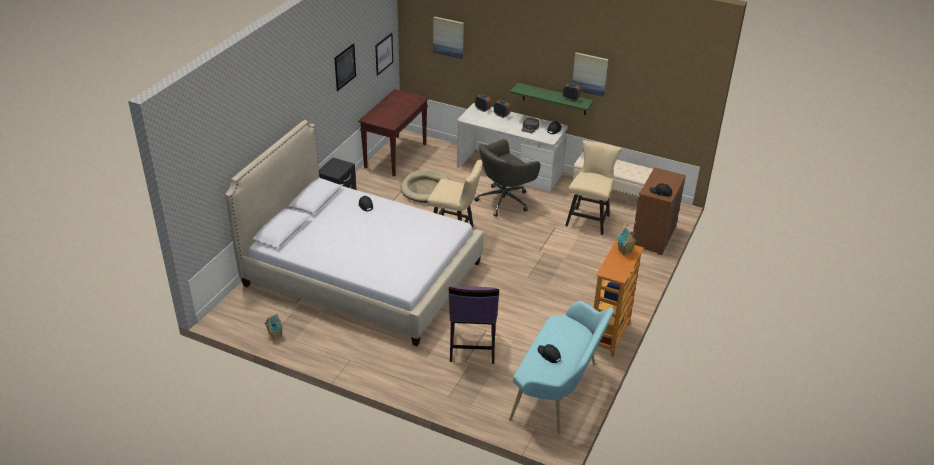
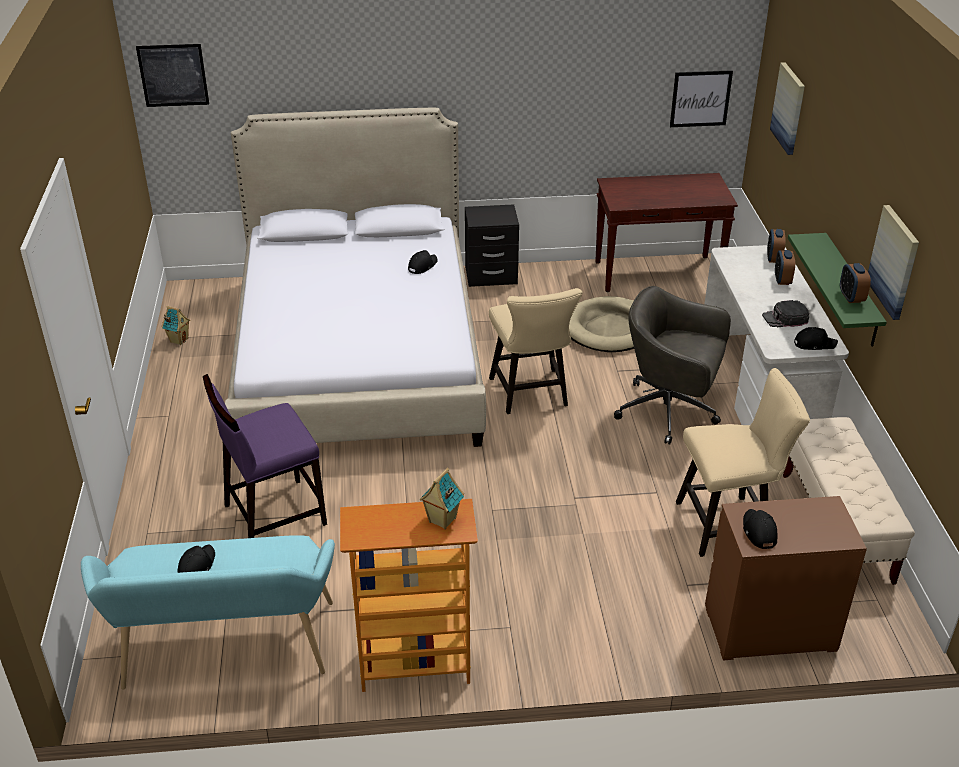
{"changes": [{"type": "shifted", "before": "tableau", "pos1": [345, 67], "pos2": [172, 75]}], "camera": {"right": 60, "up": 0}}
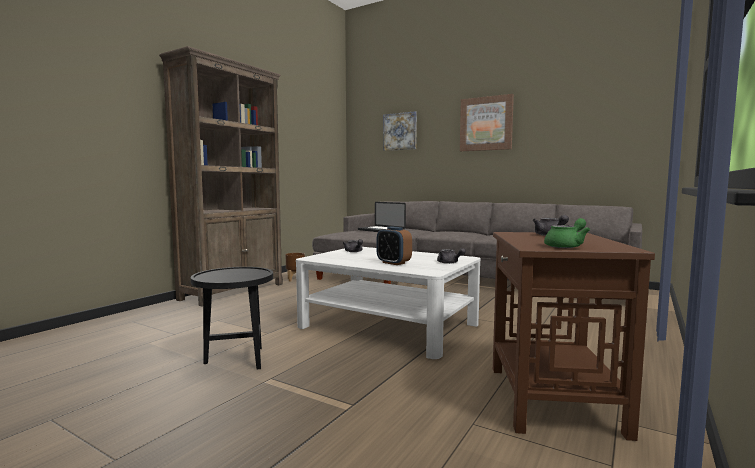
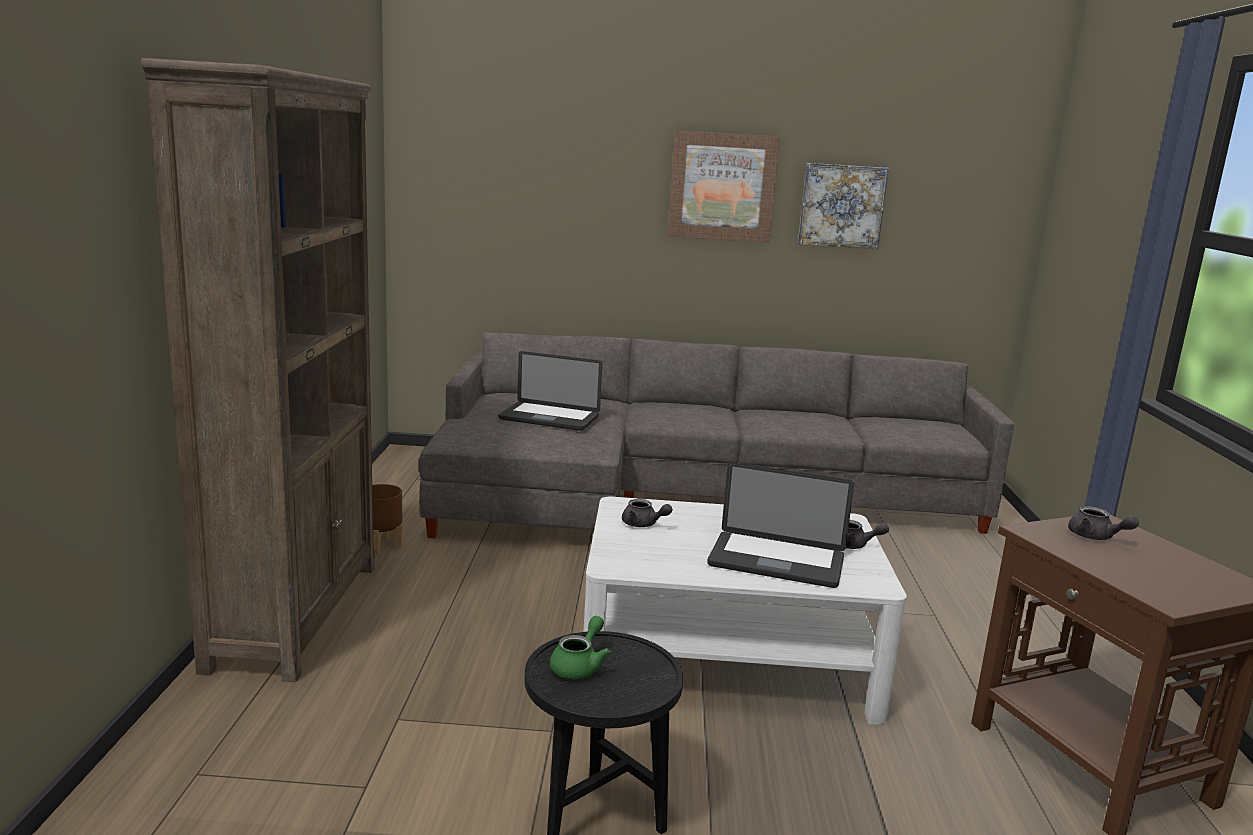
{"changes": [{"type": "shifted", "before": "théière (vert)", "pos1": [567, 233], "pos2": [580, 647]}, {"type": "swapped", "before": "réveil", "after": "ordinateur portable", "pos1": [394, 246], "pos2": [780, 525]}, {"type": "shifted", "before": "tableau", "pos1": [400, 131], "pos2": [843, 206]}], "camera": {"right": -30, "up": 10}}
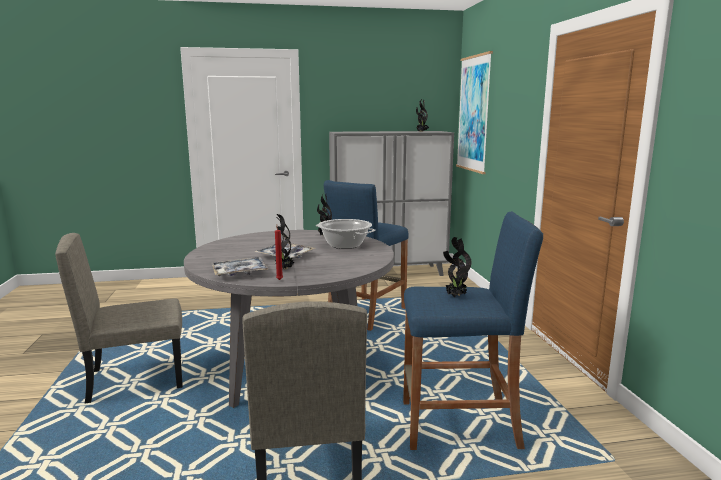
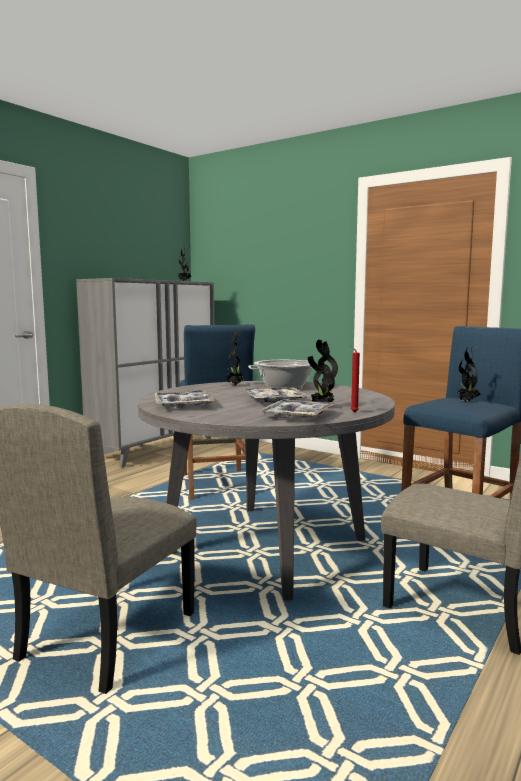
{"changes": [{"type": "new", "after": "plateau", "pos2": [185, 399]}, {"type": "gone", "before": "tableau", "pos1": [474, 112]}], "camera": {"right": -45, "up": -5}}
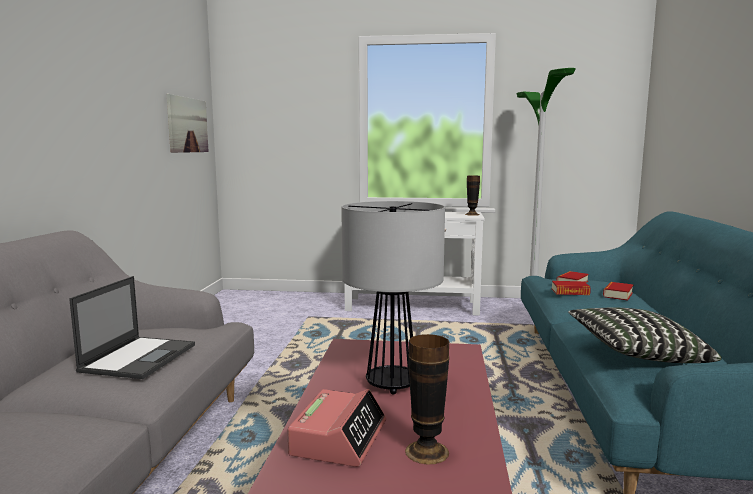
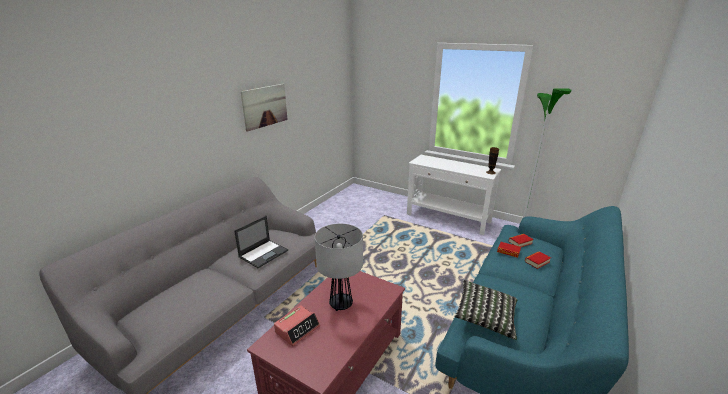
{"changes": [{"type": "shifted", "before": "tableau", "pos1": [188, 123], "pos2": [264, 108]}, {"type": "gone", "before": "vase", "pos1": [427, 399]}], "camera": {"right": 25, "up": 15}}
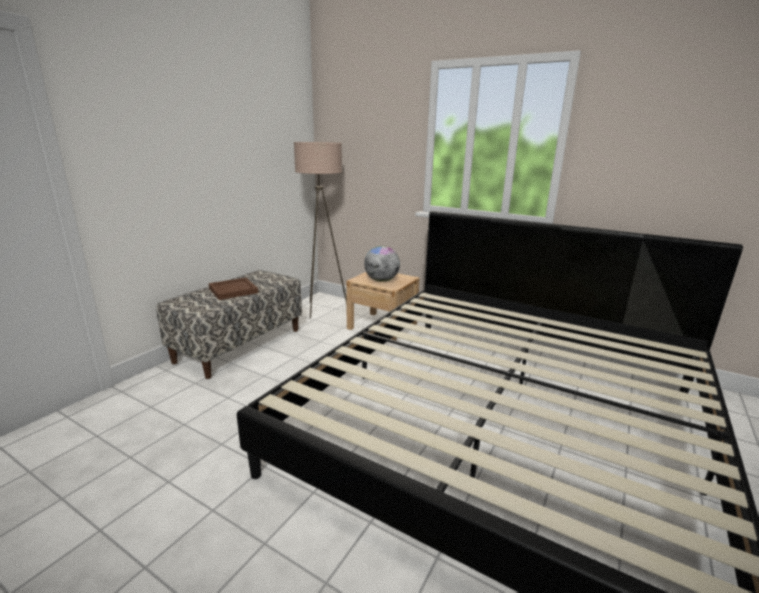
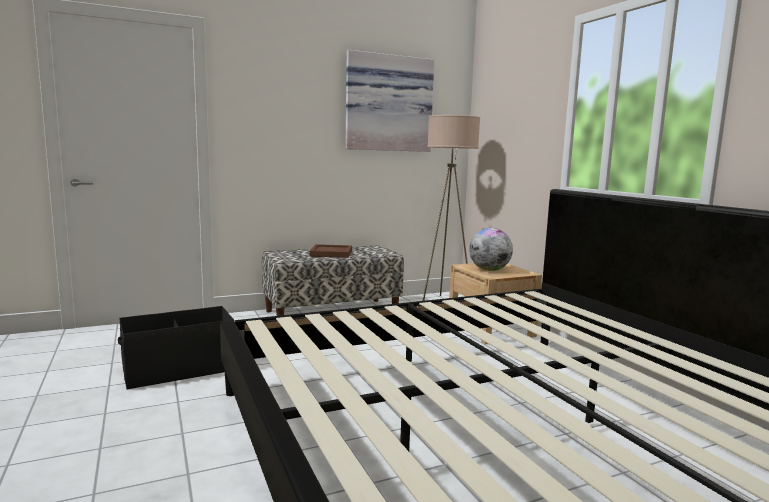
{"changes": [{"type": "new", "after": "boîte de rangement (noir)", "pos2": [176, 348]}, {"type": "new", "after": "tableau", "pos2": [389, 101]}], "camera": {"right": 35, "up": -10}}
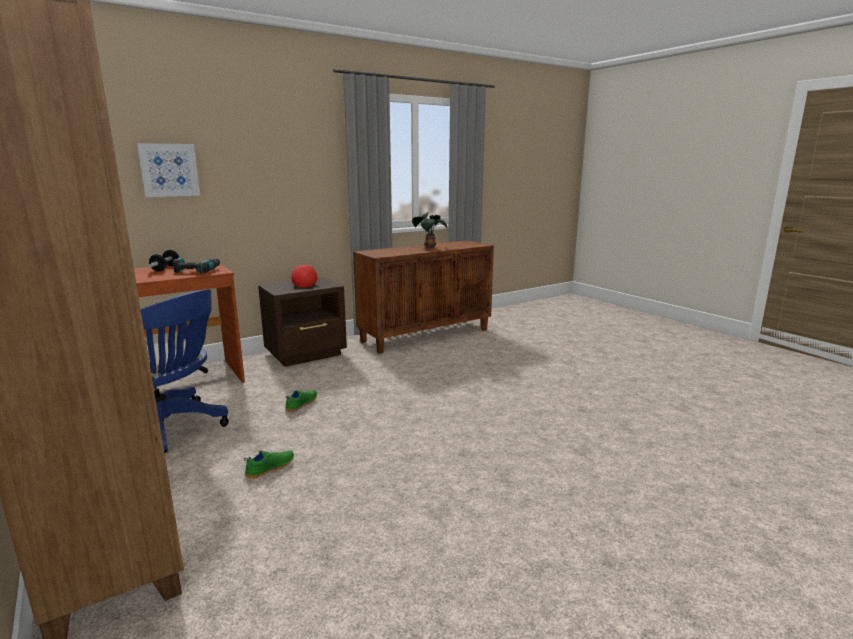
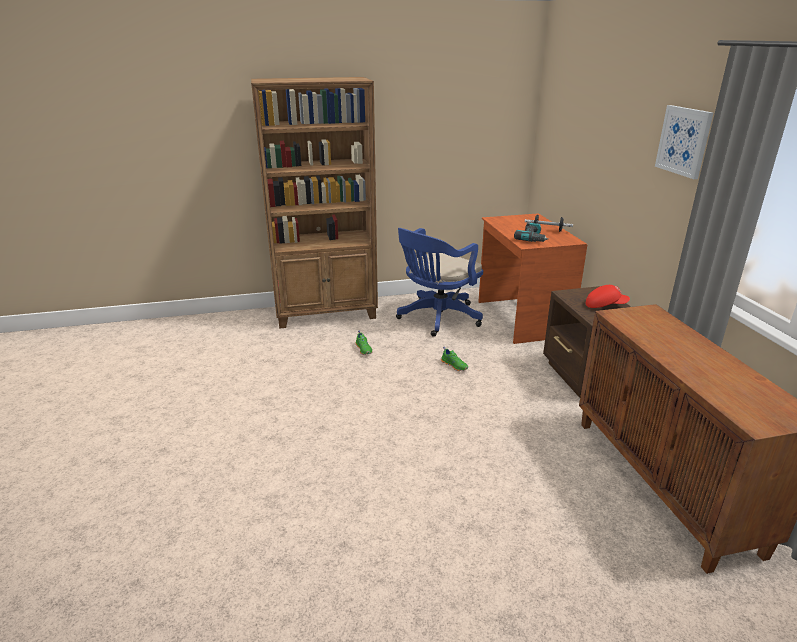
{"changes": [{"type": "shifted", "before": "tableau", "pos1": [168, 170], "pos2": [684, 142]}, {"type": "gone", "before": "plante en pot", "pos1": [429, 230]}], "camera": {"right": 110, "up": 10}}
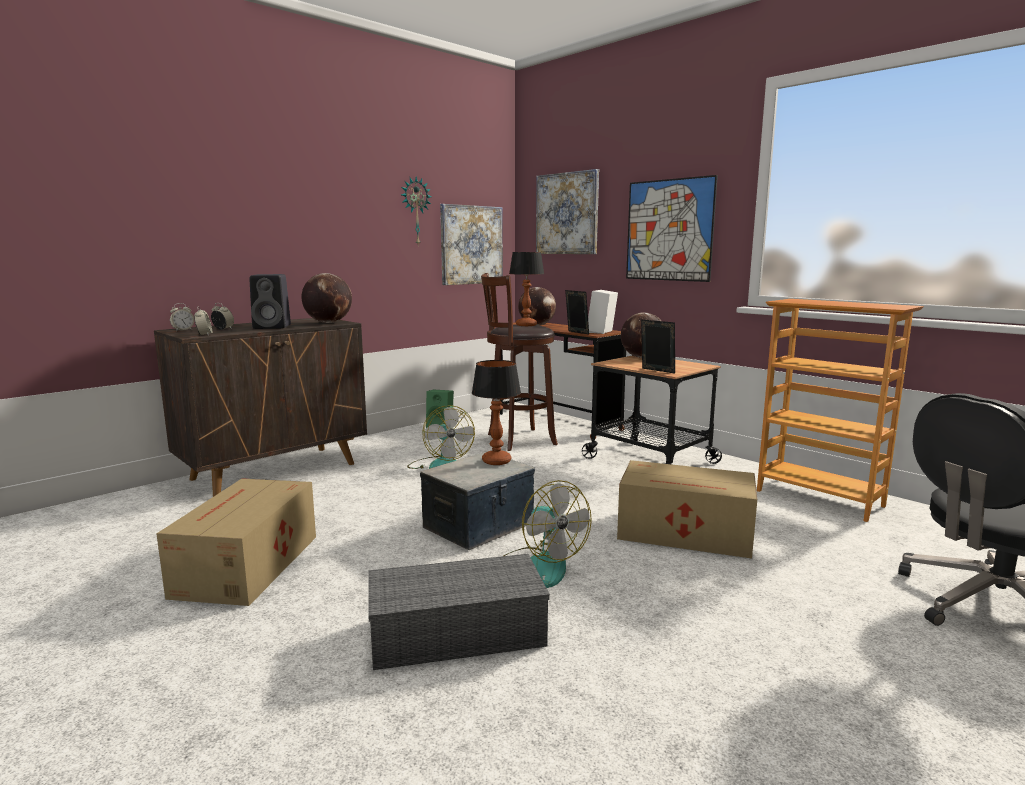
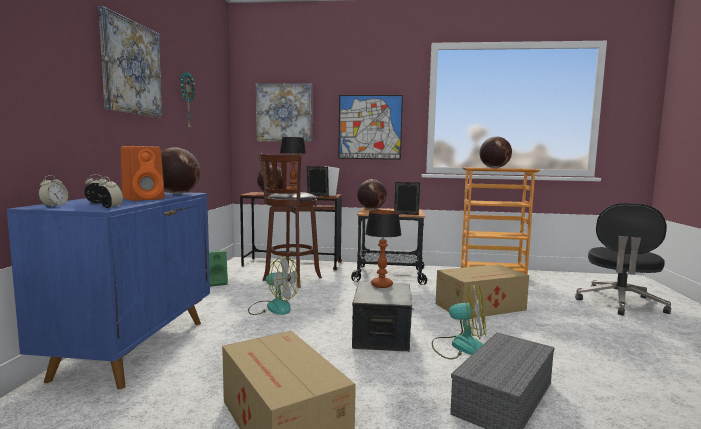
{"changes": [{"type": "repainted", "before": "meuble de rangement (marron)", "after": "meuble de rangement (bleu)", "pos1": [260, 407], "pos2": [108, 290]}, {"type": "shifted", "before": "tableau", "pos1": [471, 244], "pos2": [130, 61]}, {"type": "repainted", "before": "enceinte (noir)", "after": "enceinte (orange)", "pos1": [270, 301], "pos2": [143, 173]}, {"type": "new", "after": "globe", "pos2": [496, 152]}], "camera": {"right": -40, "up": -5}}
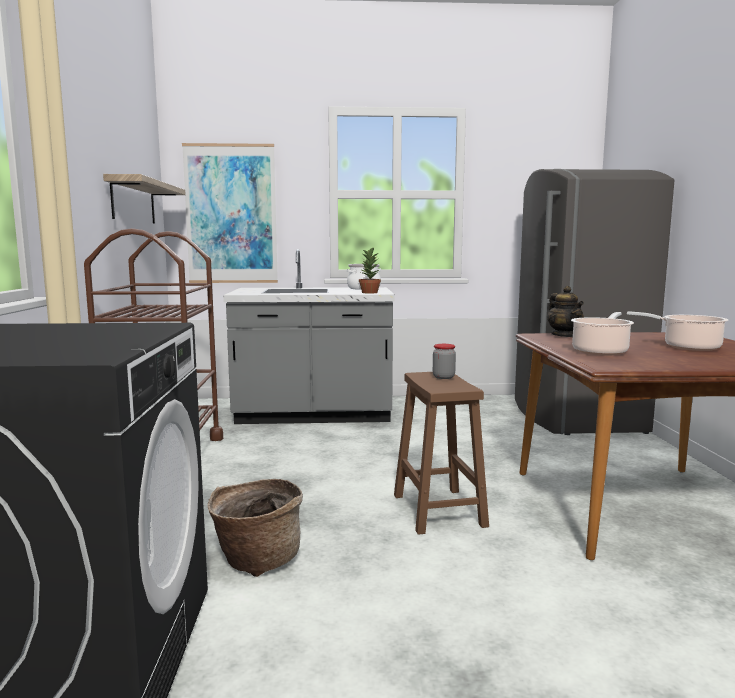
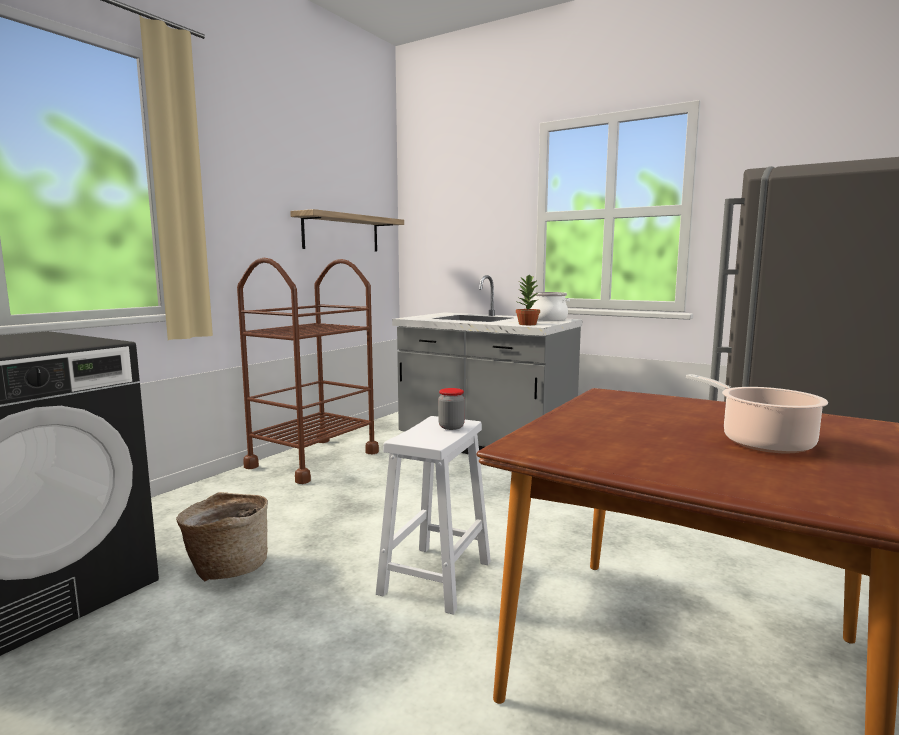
{"changes": [{"type": "repainted", "before": "tabouret (marron)", "after": "tabouret (blanc)", "pos1": [441, 453], "pos2": [433, 515]}, {"type": "gone", "before": "tableau", "pos1": [230, 213]}, {"type": "gone", "before": "théière", "pos1": [565, 311]}, {"type": "gone", "before": "marmite", "pos1": [602, 334]}], "camera": {"right": 35, "up": 0}}
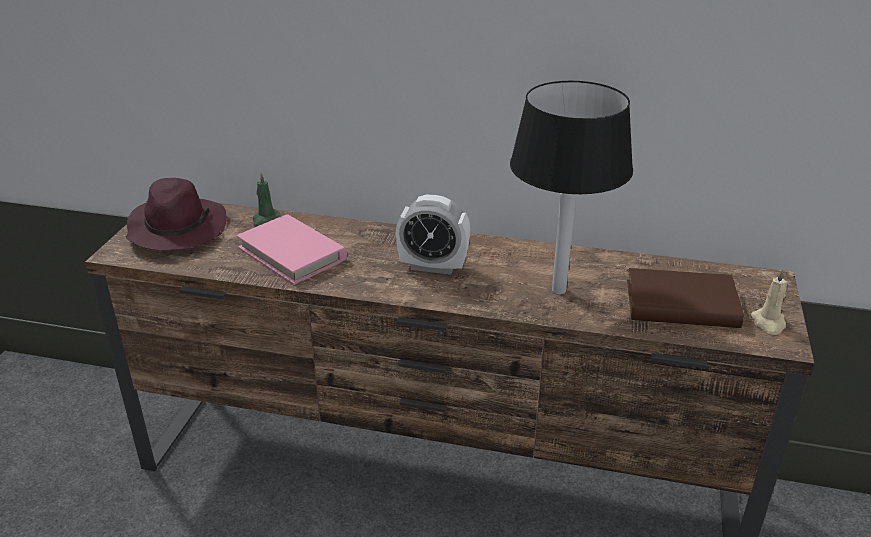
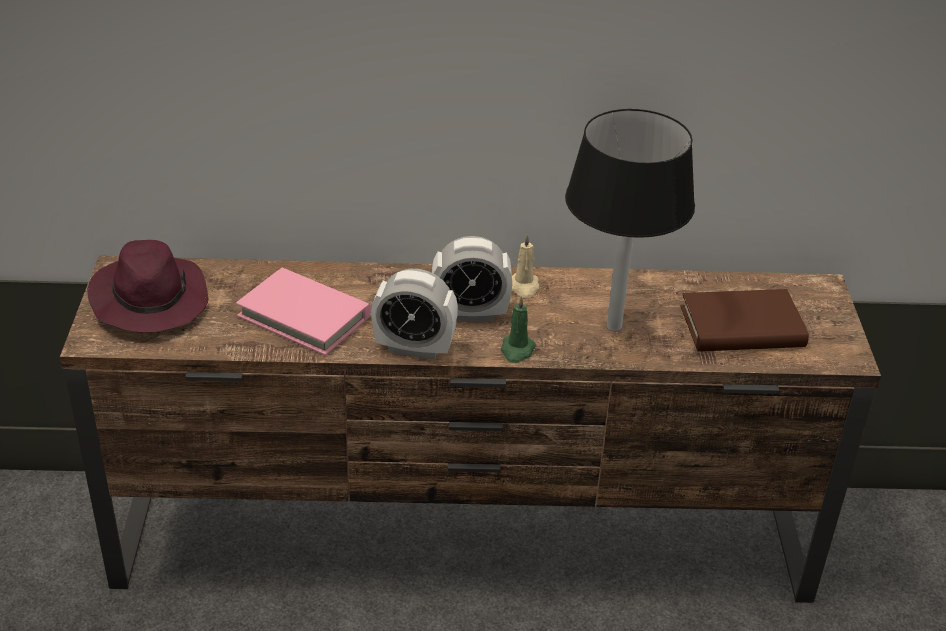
{"changes": [{"type": "new", "after": "réveil", "pos2": [414, 314]}, {"type": "shifted", "before": "bougie (vert)", "pos1": [267, 200], "pos2": [518, 329]}, {"type": "shifted", "before": "bougie (beige)", "pos1": [769, 302], "pos2": [525, 266]}], "camera": {"right": -15, "up": 5}}
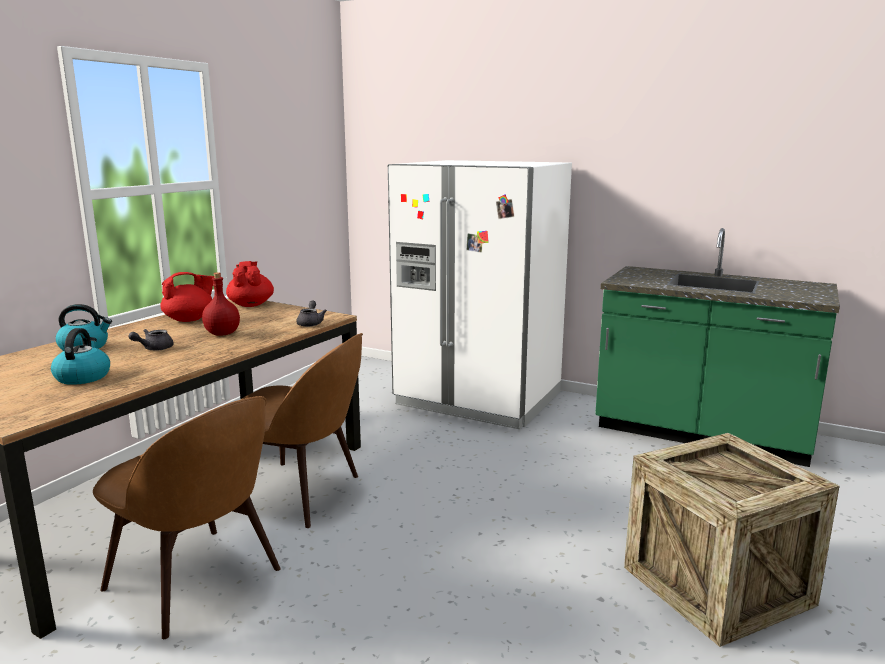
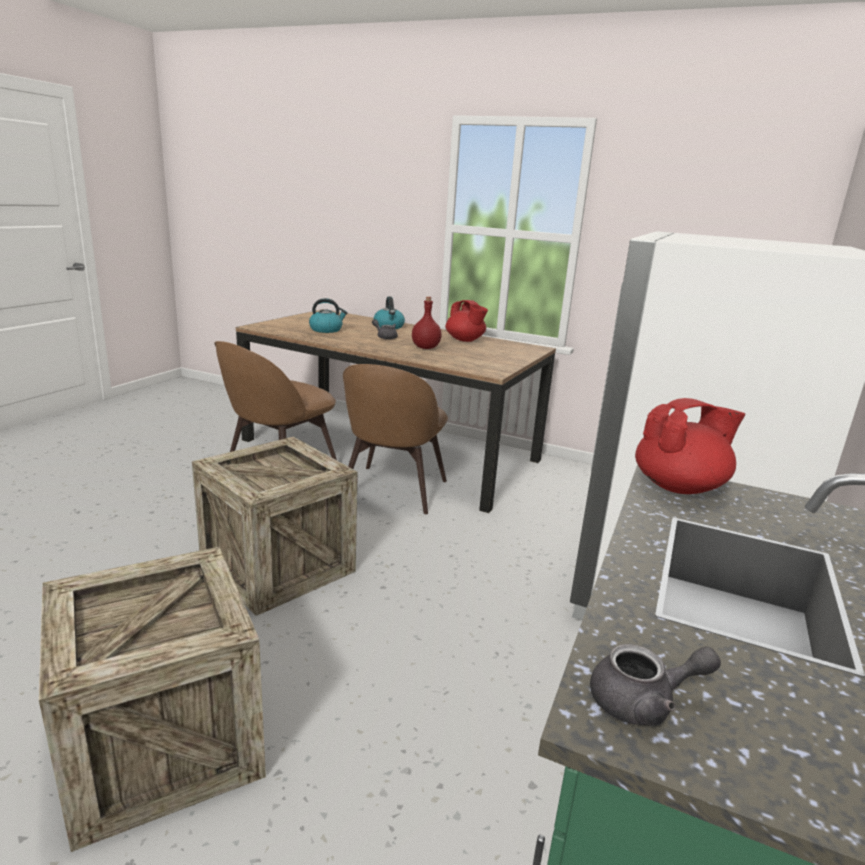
{"changes": [{"type": "new", "after": "caisse", "pos2": [275, 526]}, {"type": "shifted", "before": "théière (gris)", "pos1": [311, 314], "pos2": [655, 685]}, {"type": "shifted", "before": "théière (rouge)", "pos1": [250, 284], "pos2": [690, 446]}], "camera": {"right": 85, "up": 5}}
